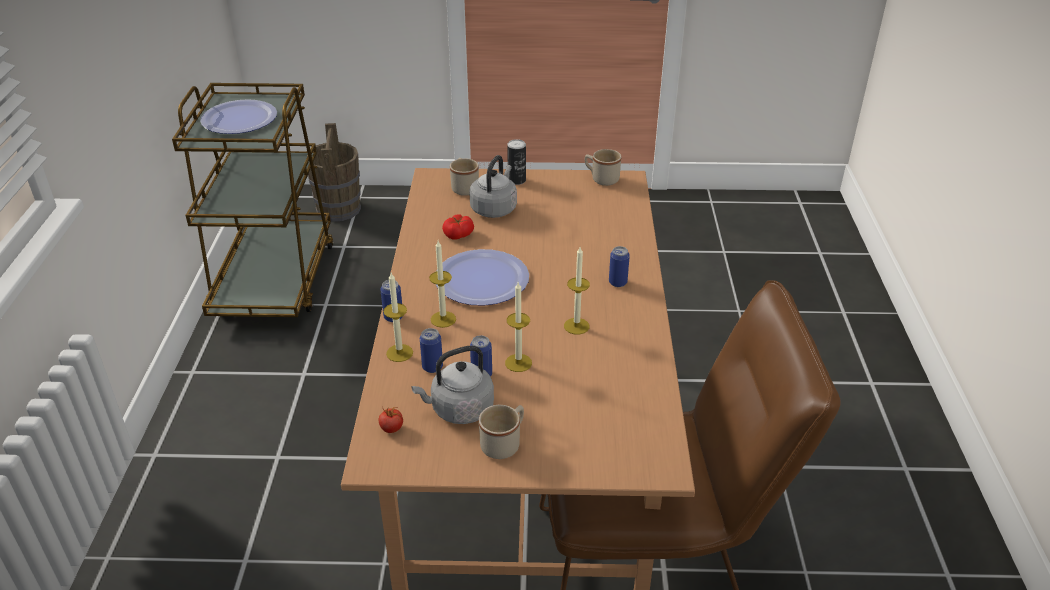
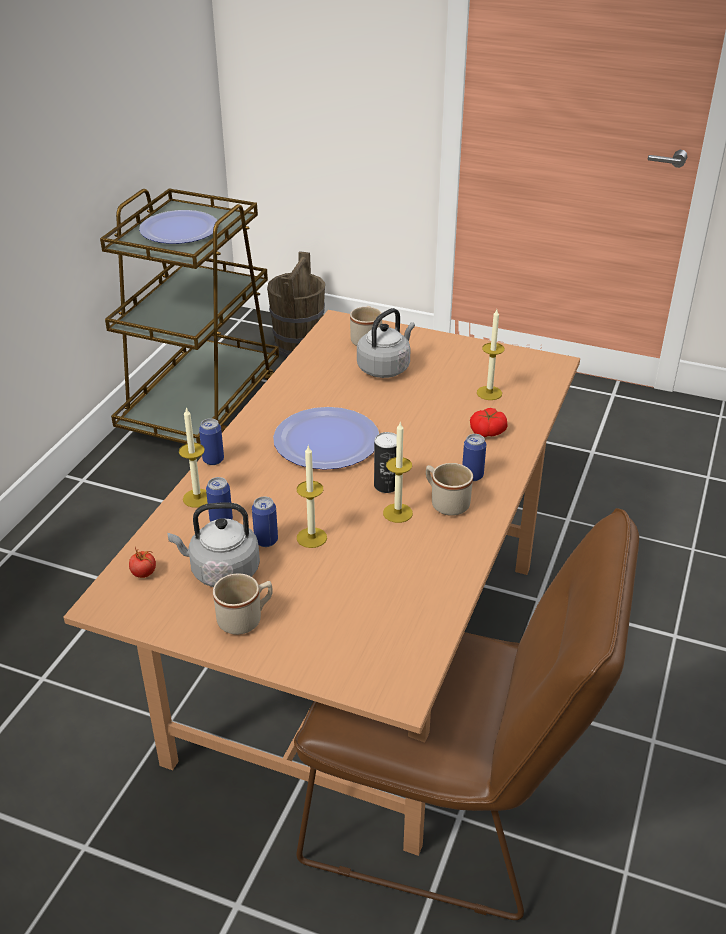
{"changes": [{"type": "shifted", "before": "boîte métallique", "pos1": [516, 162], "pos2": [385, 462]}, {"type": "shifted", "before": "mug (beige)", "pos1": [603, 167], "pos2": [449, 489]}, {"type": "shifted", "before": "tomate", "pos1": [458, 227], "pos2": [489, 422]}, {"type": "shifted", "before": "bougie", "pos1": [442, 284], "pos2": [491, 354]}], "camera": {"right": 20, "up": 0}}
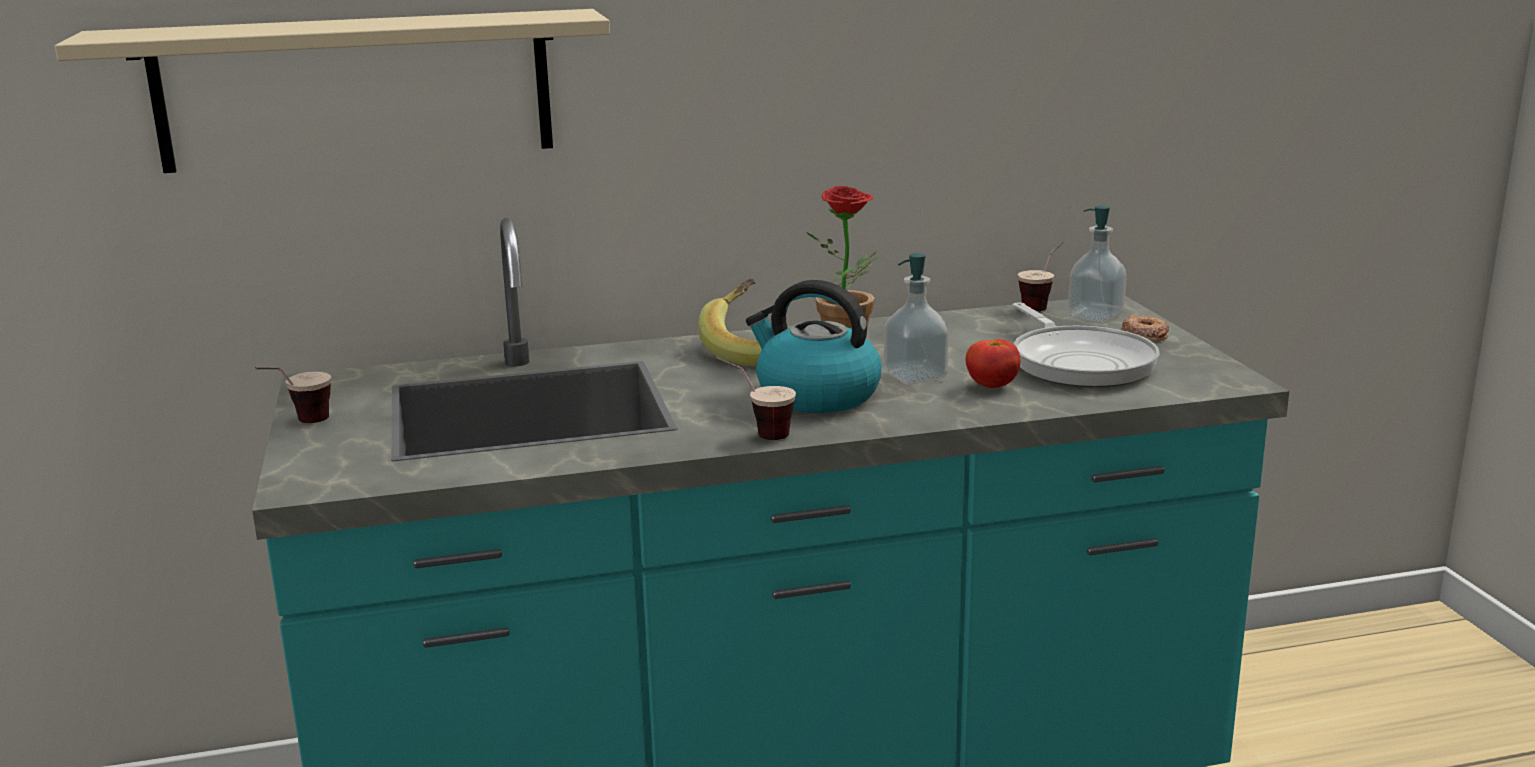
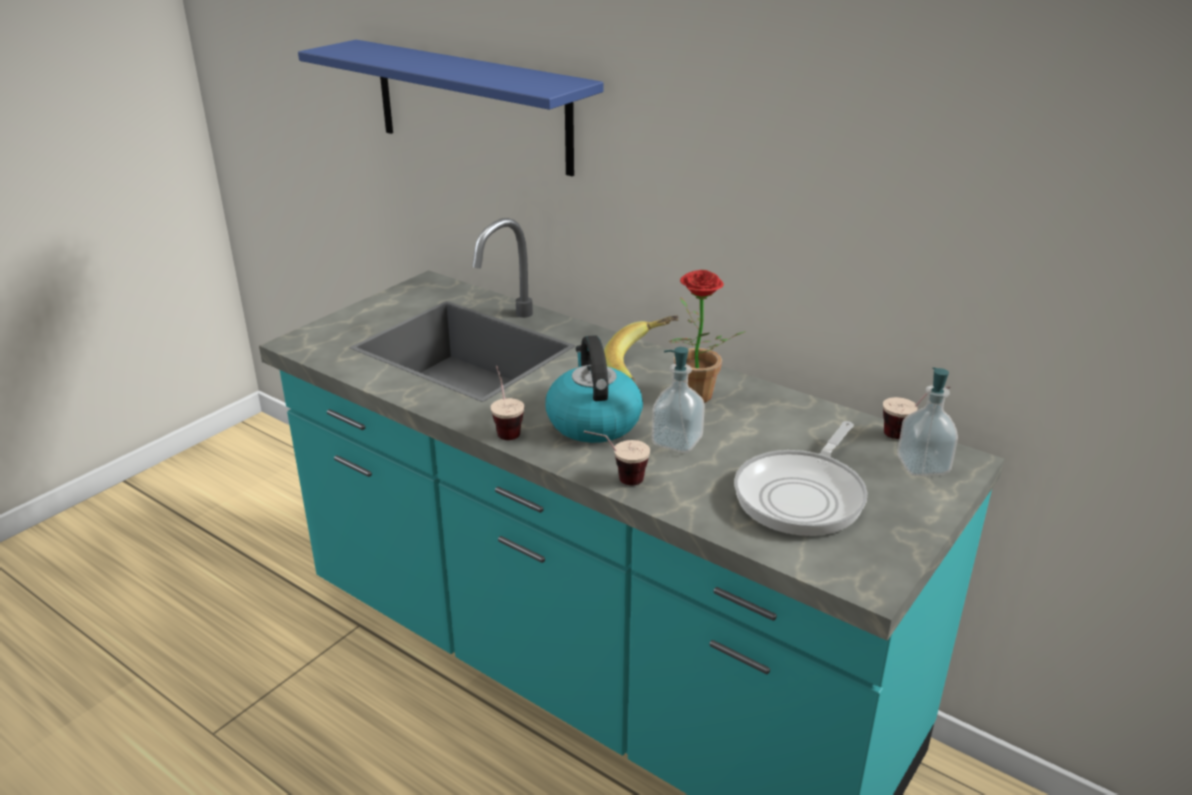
{"changes": [{"type": "repainted", "before": "étagère (beige)", "after": "étagère (bleu)", "pos1": [332, 91], "pos2": [450, 108]}, {"type": "shifted", "before": "tasse", "pos1": [293, 395], "pos2": [617, 458]}, {"type": "gone", "before": "tomate", "pos1": [993, 363]}, {"type": "gone", "before": "beignet", "pos1": [1145, 328]}], "camera": {"right": 50, "up": 10}}
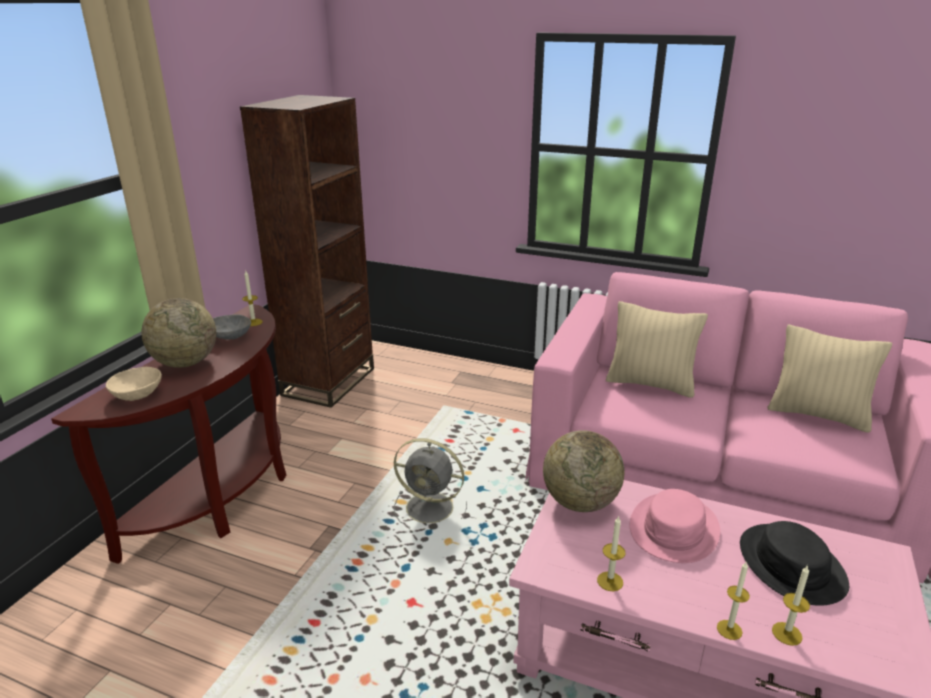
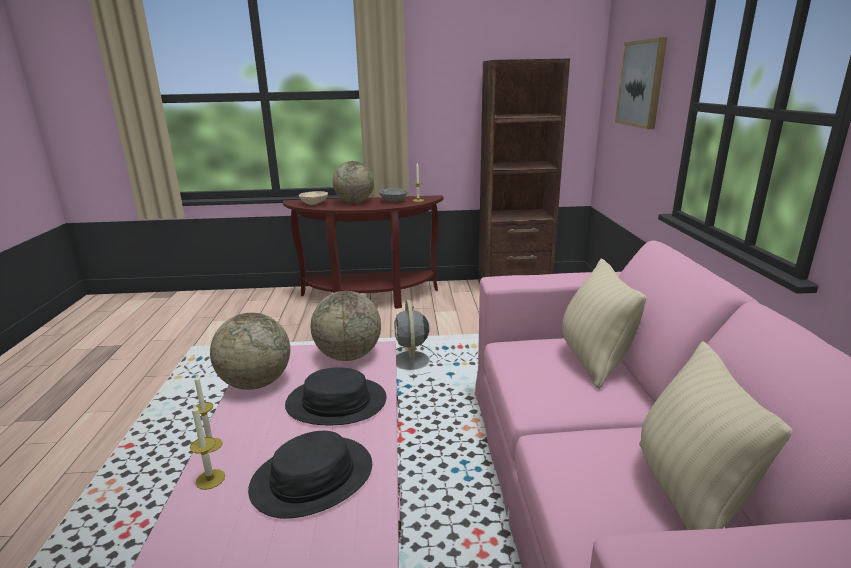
{"changes": [{"type": "swapped", "before": "bougie", "after": "globe", "pos1": [611, 553], "pos2": [250, 351]}, {"type": "repainted", "before": "chapeau (rose)", "after": "chapeau (noir)", "pos1": [675, 526], "pos2": [336, 396]}, {"type": "new", "after": "tableau", "pos2": [641, 83]}], "camera": {"right": 65, "up": -5}}
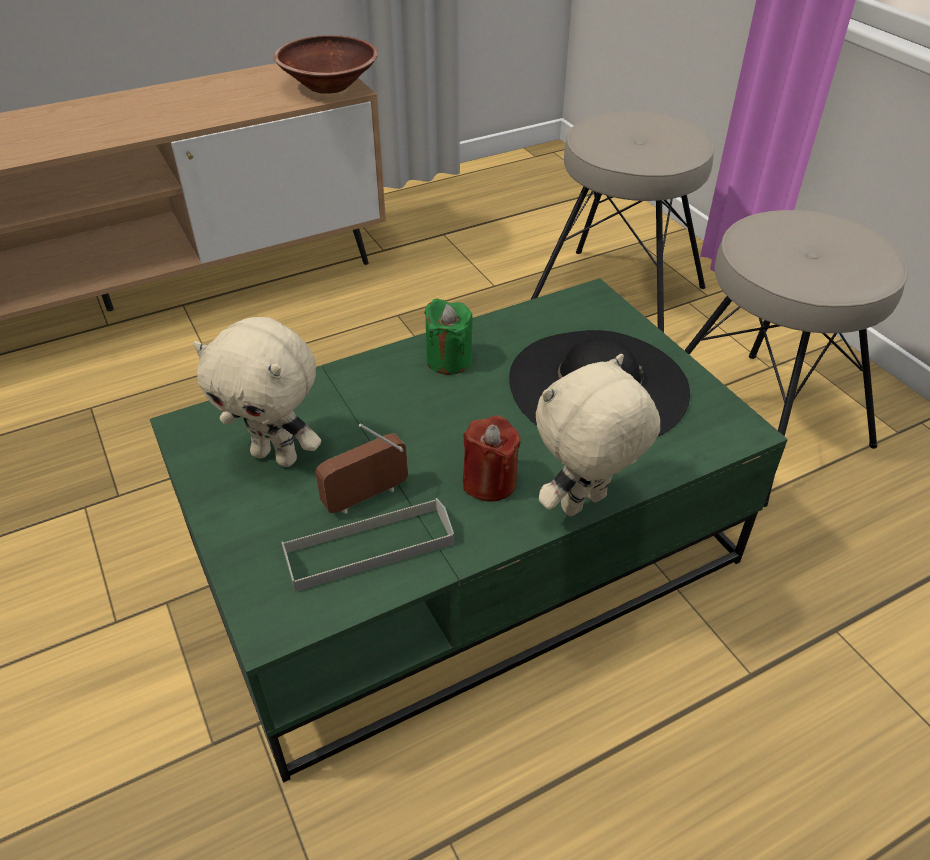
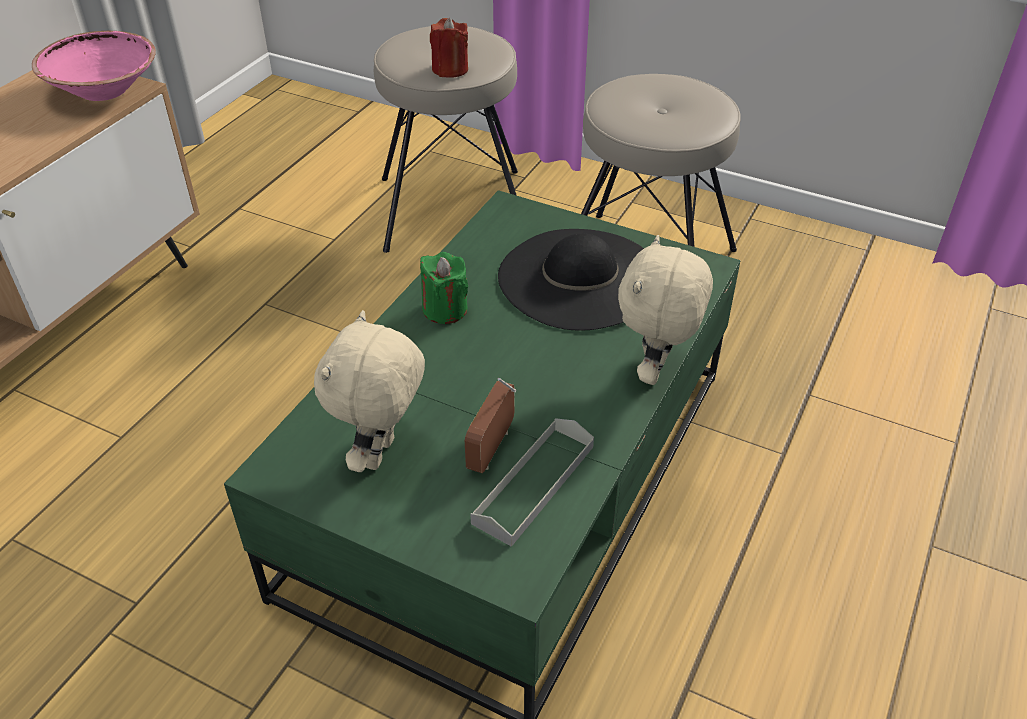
{"changes": [{"type": "repainted", "before": "bol (marron)", "after": "bol (rose)", "pos1": [325, 64], "pos2": [94, 66]}, {"type": "rotated", "before": "peluche (beige)", "pos1": [257, 392], "pos2": [369, 391], "turn": 120}, {"type": "shifted", "before": "bougie (rouge)", "pos1": [492, 458], "pos2": [449, 48]}], "camera": {"right": -35, "up": 0}}
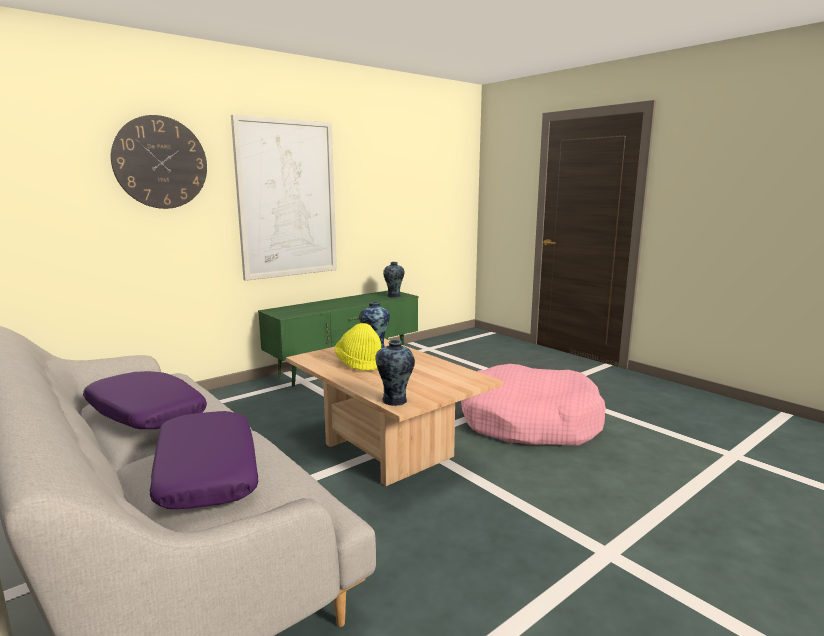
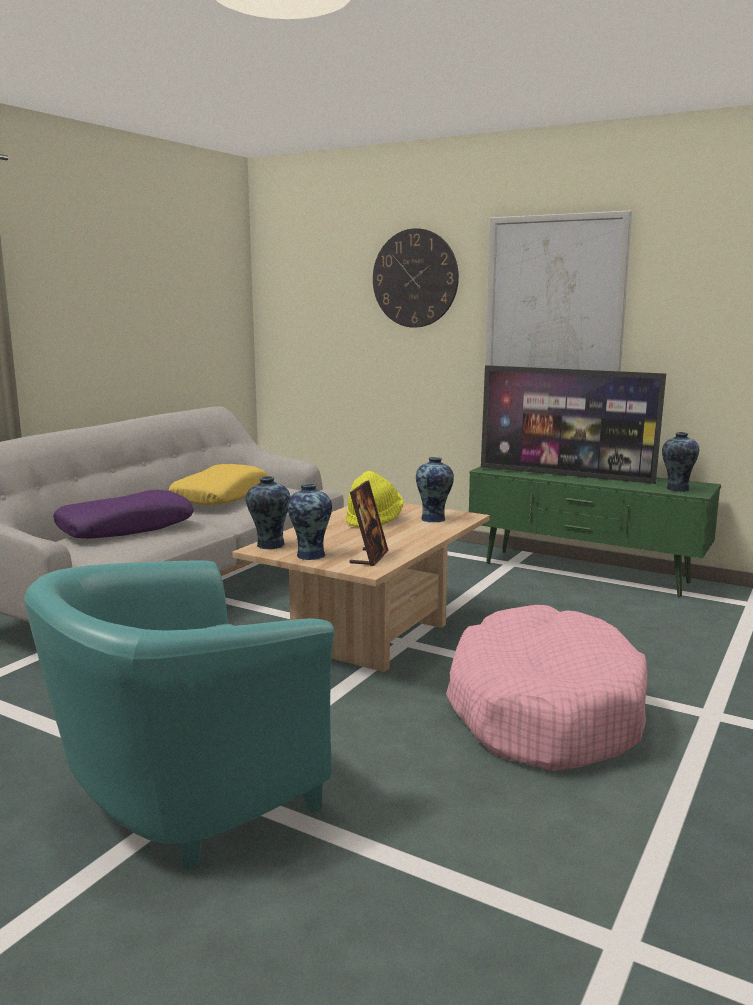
{"changes": [{"type": "new", "after": "fauteuil (turquoise)", "pos2": [179, 715]}, {"type": "repainted", "before": "coussin (violet)", "after": "coussin (jaune)", "pos1": [145, 400], "pos2": [218, 484]}, {"type": "new", "after": "vase", "pos2": [309, 521]}, {"type": "new", "after": "cadre photo", "pos2": [369, 523]}, {"type": "new", "after": "téléviseur", "pos2": [573, 424]}], "camera": {"right": 70, "up": 0}}
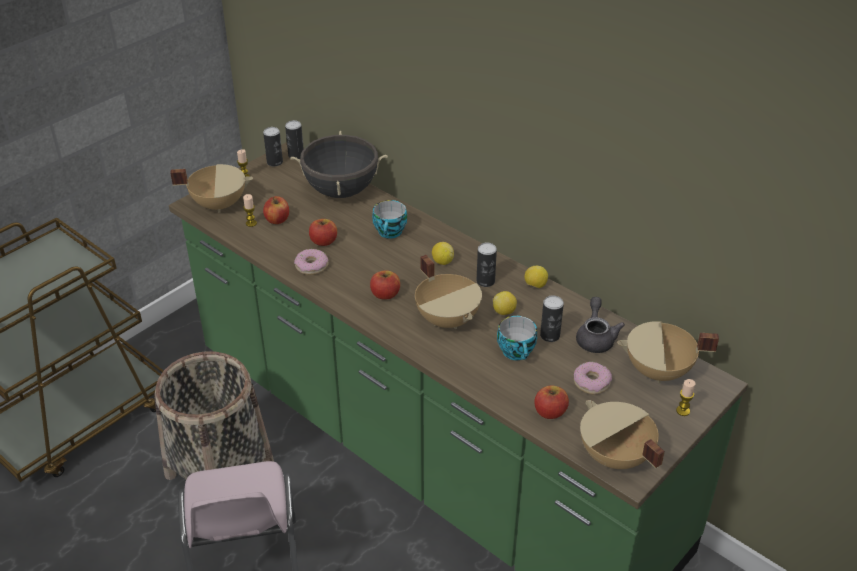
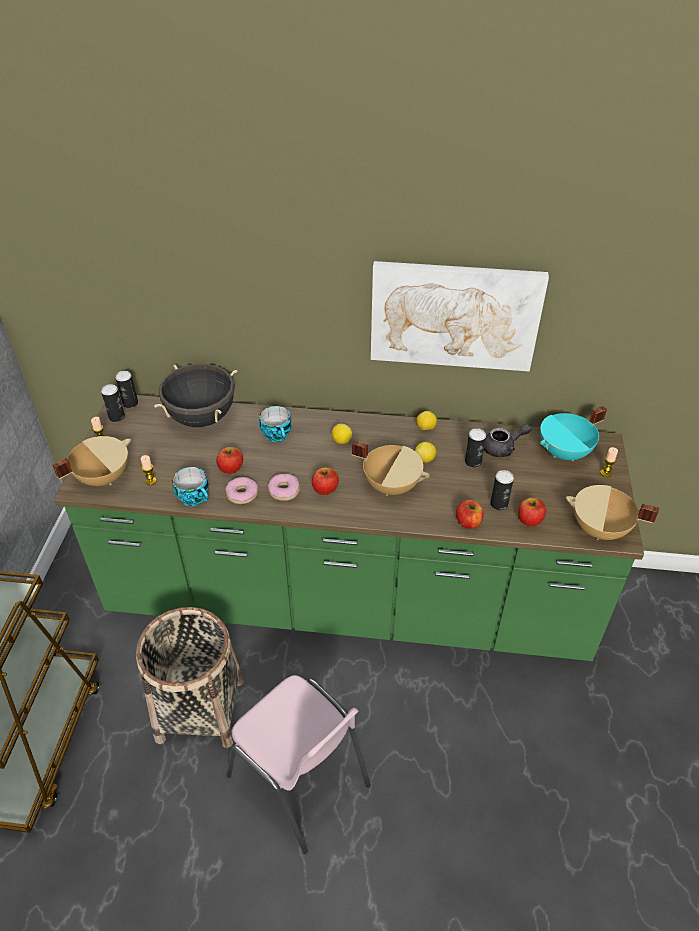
{"changes": [{"type": "shifted", "before": "tasse", "pos1": [517, 338], "pos2": [190, 486]}, {"type": "shifted", "before": "beignet", "pos1": [593, 378], "pos2": [284, 487]}, {"type": "new", "after": "tableau", "pos2": [460, 316]}, {"type": "shifted", "before": "pomme", "pos1": [276, 210], "pos2": [470, 514]}, {"type": "rotated", "before": "théière (gris)", "pos1": [600, 325], "pos2": [508, 440], "turn": 105}, {"type": "shifted", "before": "boîte métallique", "pos1": [487, 264], "pos2": [502, 490]}, {"type": "repainted", "before": "marmite (beige)", "after": "marmite (turquoise)", "pos1": [668, 352], "pos2": [573, 433]}], "camera": {"right": -35, "up": 5}}
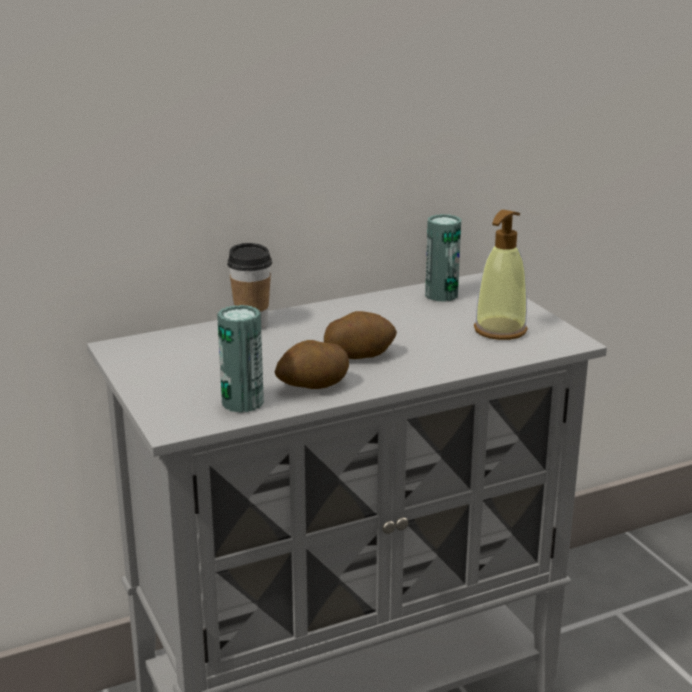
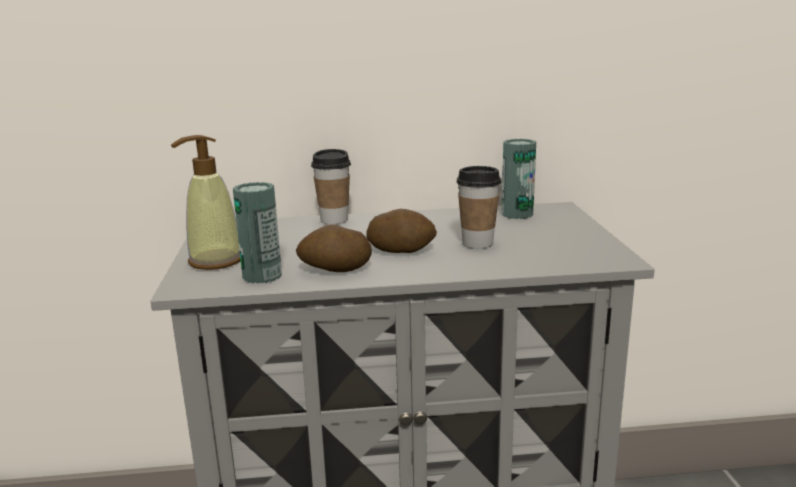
{"changes": [{"type": "shifted", "before": "distributeur de savon", "pos1": [501, 275], "pos2": [206, 202]}, {"type": "new", "after": "tasse", "pos2": [479, 207]}], "camera": {"right": 20, "up": -5}}
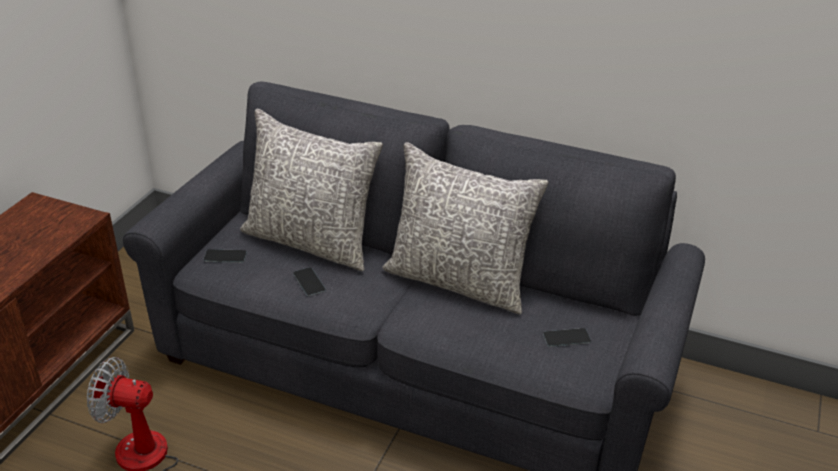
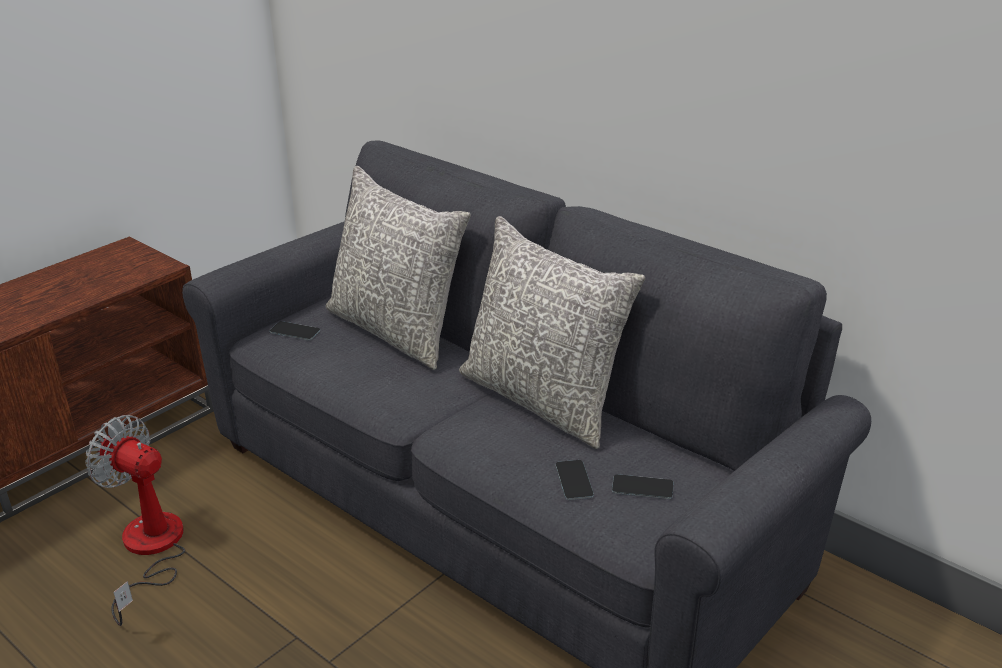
{"changes": [{"type": "shifted", "before": "téléphone", "pos1": [309, 281], "pos2": [575, 480]}], "camera": {"right": 20, "up": -5}}
